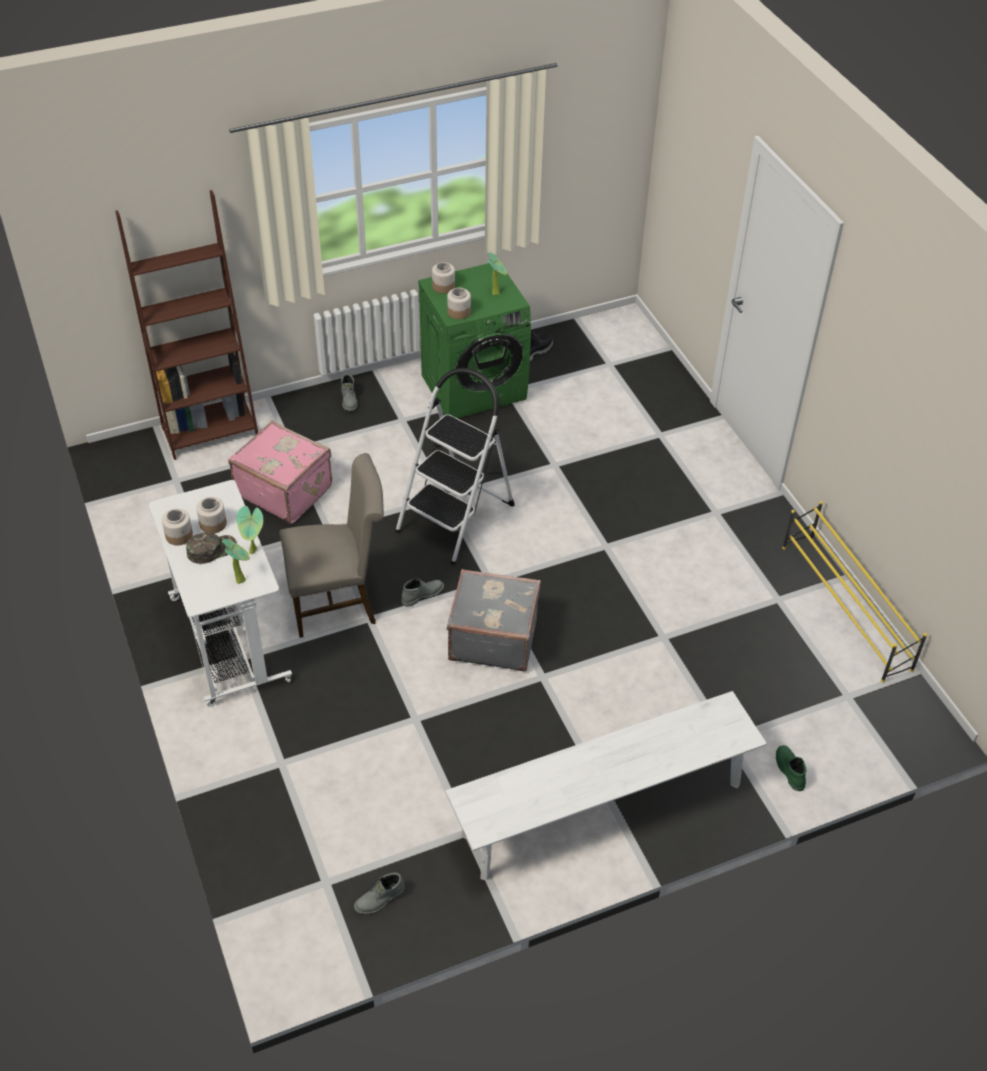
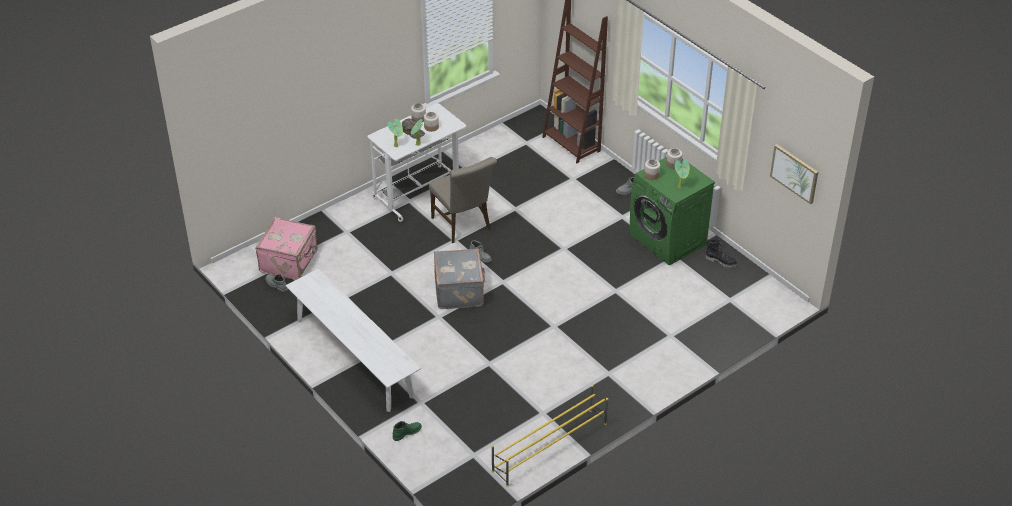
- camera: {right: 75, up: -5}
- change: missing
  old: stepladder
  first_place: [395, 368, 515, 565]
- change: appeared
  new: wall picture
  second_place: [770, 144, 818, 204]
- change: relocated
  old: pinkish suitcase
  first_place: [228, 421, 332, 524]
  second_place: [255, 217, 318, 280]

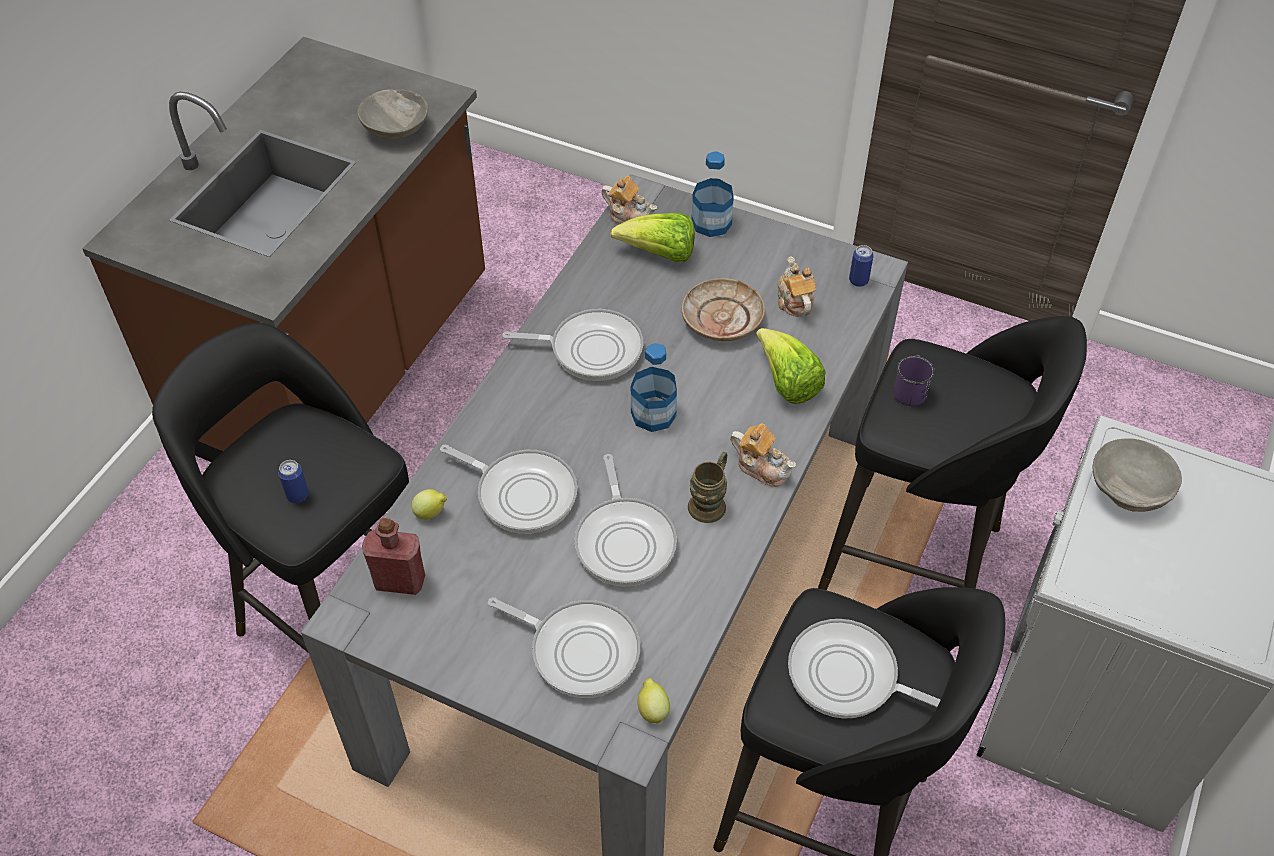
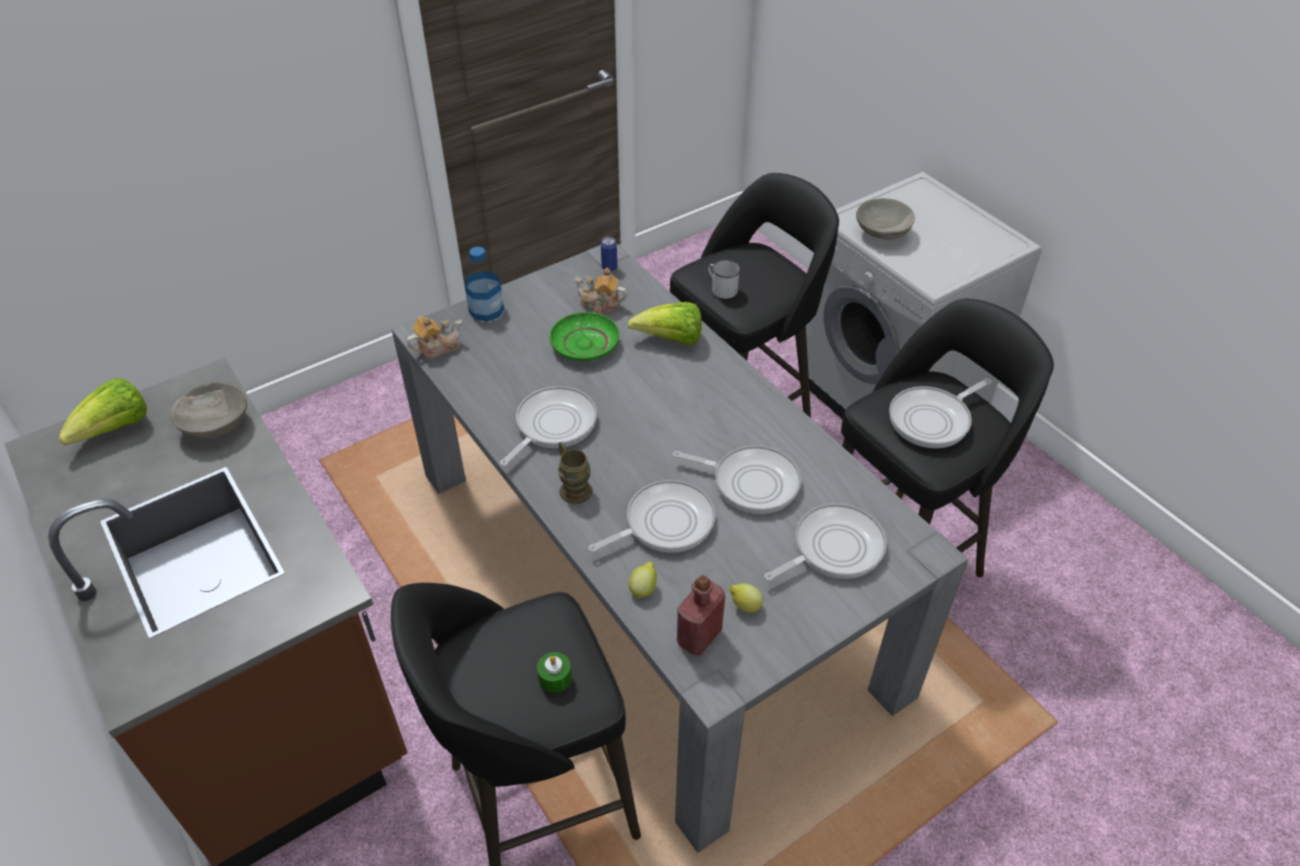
- camera: {right: -60, up: -5}
- change: missing
  old: bottle
  first_place: [631, 343, 677, 432]
- change: missing
  old: teapot
  first_place: [730, 424, 796, 487]
- change: relocated
  old: head of lettuce
  first_place: [610, 213, 695, 262]
  second_place: [59, 378, 147, 446]
- change: relocated
  old: lemon
  first_place: [637, 678, 670, 724]
  second_place: [729, 583, 763, 613]
- change: relocated
  old: brown-coloured tea mug
  first_place: [688, 452, 727, 523]
  second_place: [558, 442, 593, 504]
- change: exchanged
  old: can
  new: greenish wax light
  first_place: [278, 460, 309, 503]
  second_place: [537, 652, 572, 693]
- change: colour
  old: sand-coloured plate
  new: greenish plate
  first_place: [682, 278, 765, 341]
  second_place: [550, 312, 619, 361]
- change: colour
  old: purple tea mug
  new: white-coloured tea mug
  first_place: [893, 355, 935, 406]
  second_place: [708, 260, 741, 299]

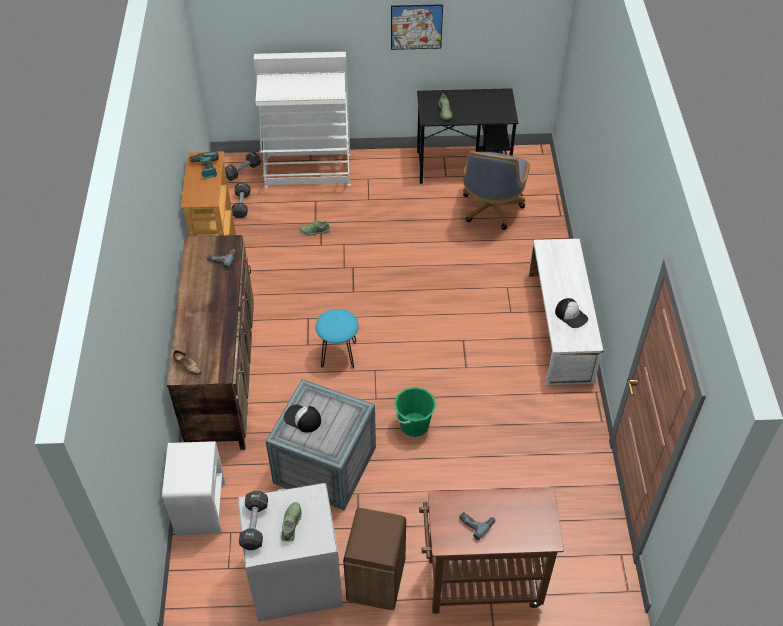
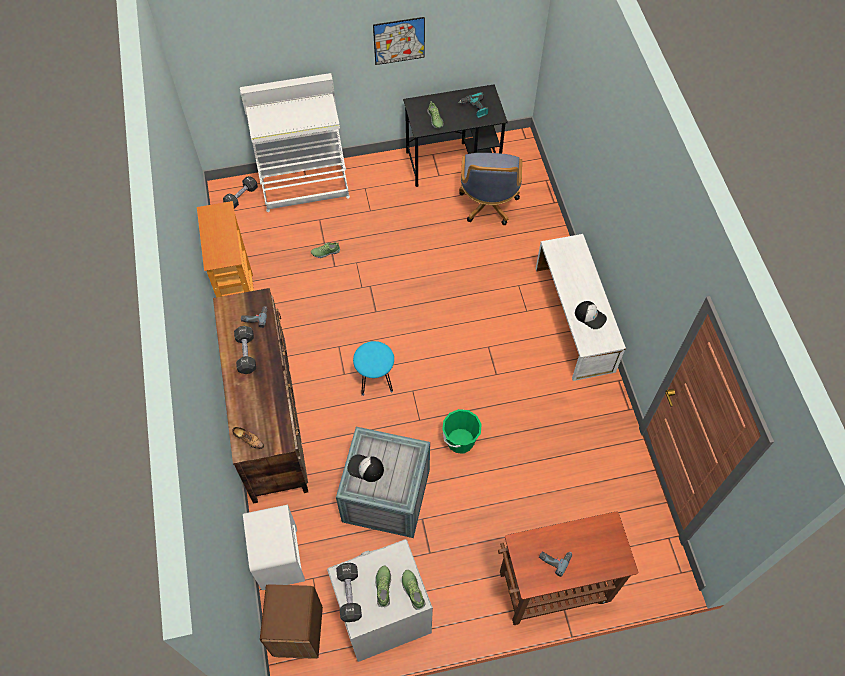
- camera: {right: -10, up: 10}
- change: appeared
  new: shoe
  second_place: [402, 570, 426, 610]
- change: relocated
  old: drill
  first_place: [187, 151, 219, 179]
  second_place: [458, 92, 489, 118]
- change: relocated
  old: blackish hand weight
  first_place: [232, 182, 251, 218]
  second_place: [234, 326, 256, 374]
- change: relocated
  old: brown-coloured waste bin
  first_place: [343, 508, 406, 610]
  second_place: [260, 585, 323, 659]

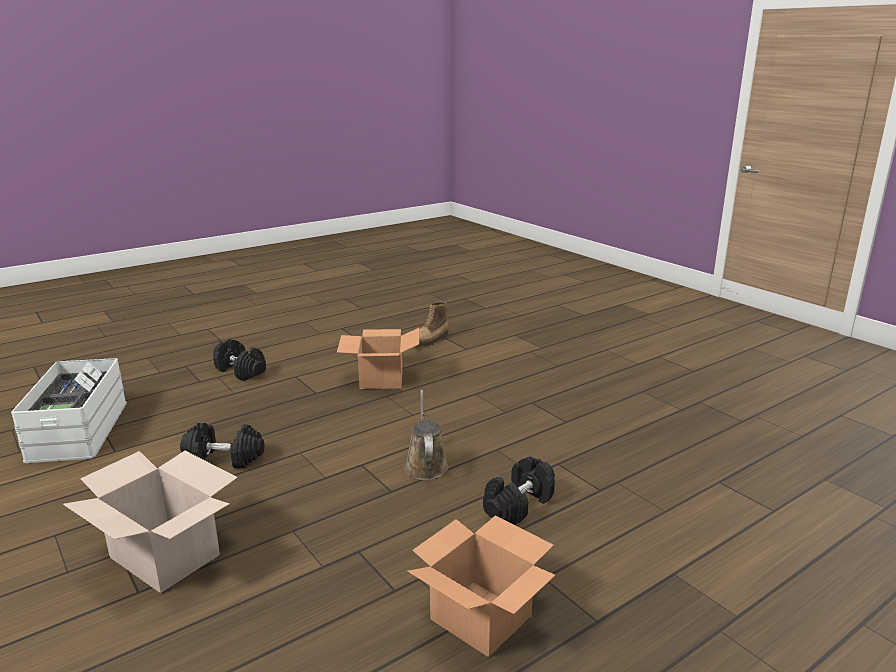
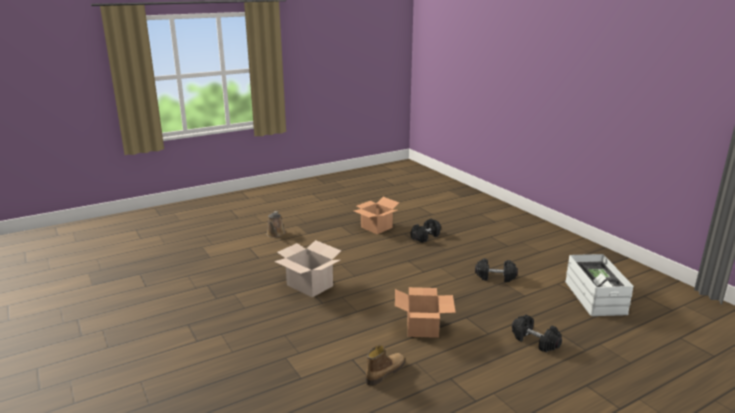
- camera: {right: -175, up: 0}
- change: relocated
  old: carton
  first_place: [63, 451, 238, 593]
  second_place: [274, 240, 341, 297]
- change: relocated
  old: brown-coloured sprinkling can
  first_place: [404, 390, 449, 480]
  second_place: [266, 211, 286, 238]
- change: relocated
  old: blackish hand weight
  first_place: [483, 456, 555, 525]
  second_place: [411, 219, 441, 243]

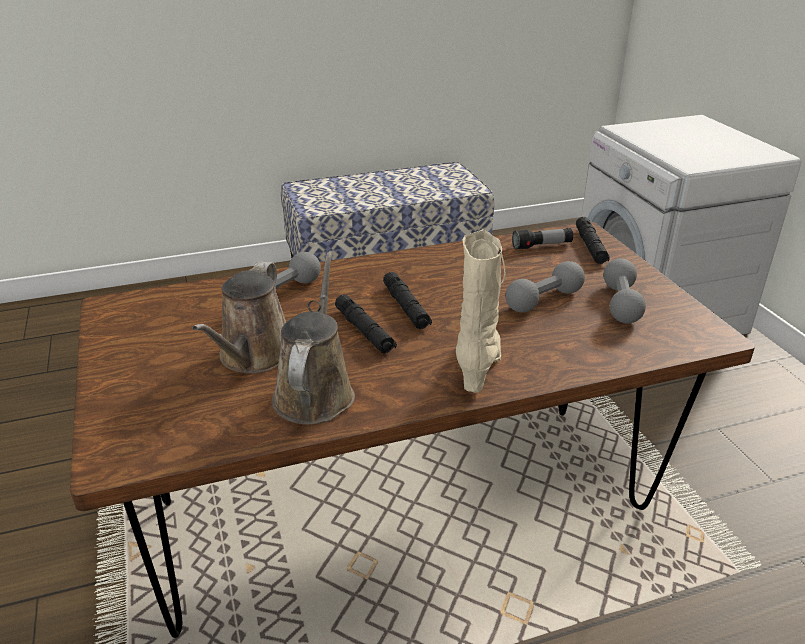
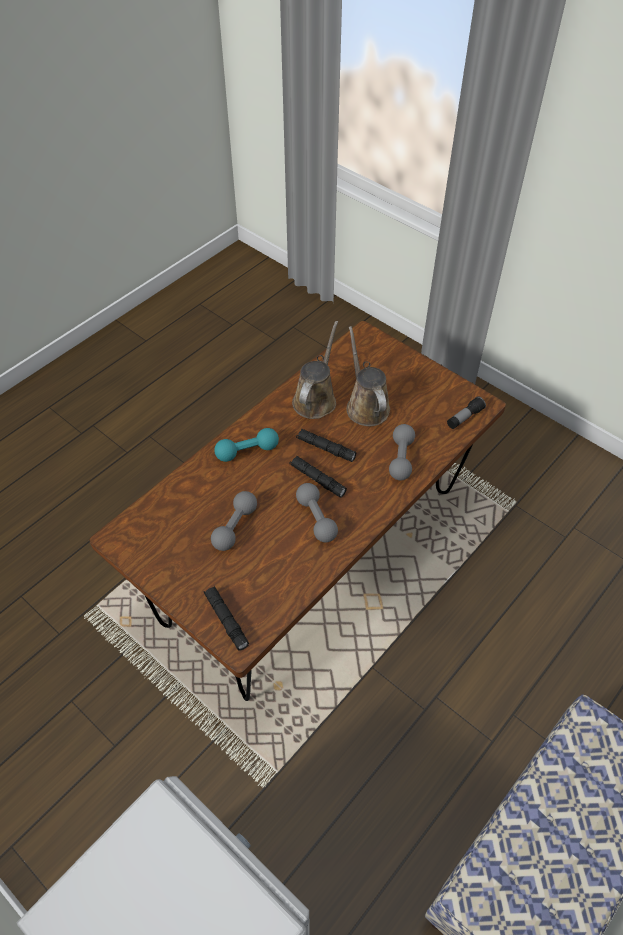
- camera: {right: 150, up: 20}
- change: relocated
  old: torch
  first_place: [512, 228, 573, 250]
  second_place: [447, 396, 486, 429]
- change: relocated
  old: greyish hand weight
  first_place: [603, 258, 646, 324]
  second_place: [296, 483, 338, 542]
- change: exchanged
  old: sand-coloured tall boot
  new: turquoise-coloured hand weight
  first_place: [456, 229, 506, 393]
  second_place: [214, 428, 279, 462]
- change: spun
  old: brown-coloured sprinkling can
  first_place: [272, 251, 355, 424]
  second_place: [292, 321, 338, 419]
  degrees: -135

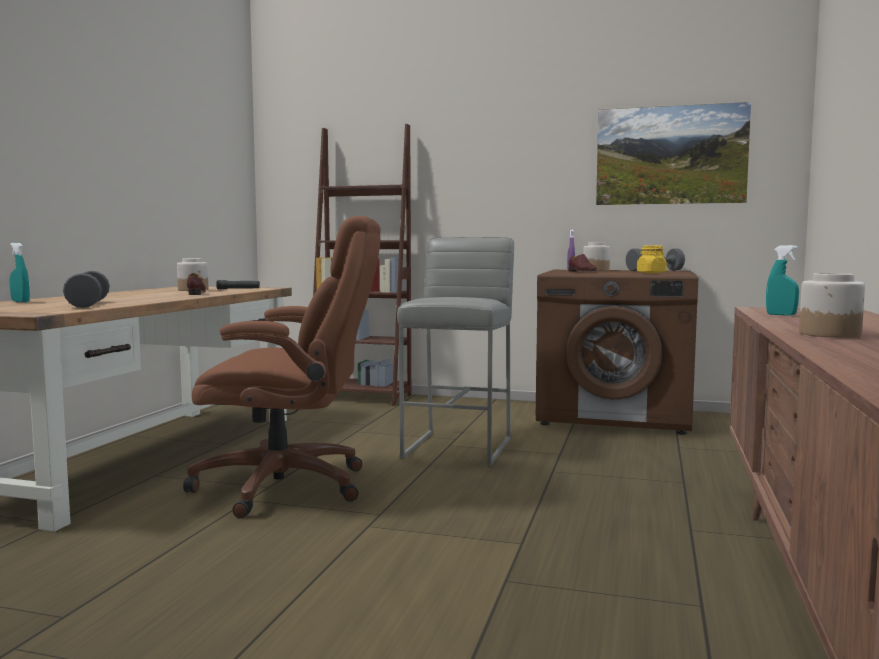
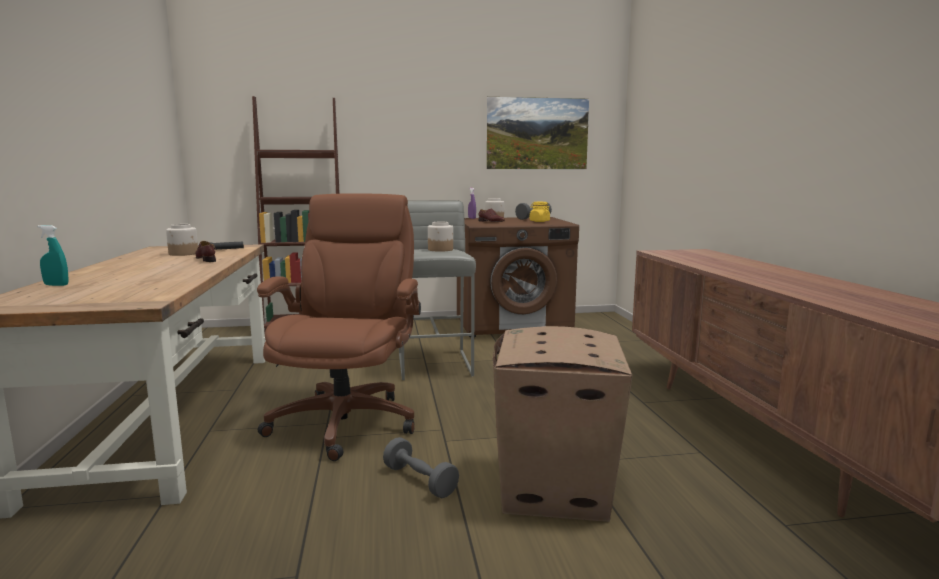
- camera: {right: -25, up: 5}
- change: missing
  old: turquoise-coloured spray bottle
  first_place: [766, 245, 799, 316]
- change: appeared
  new: carton
  second_place: [493, 326, 633, 522]
- change: relocated
  old: greyish hand weight
  first_place: [63, 271, 110, 308]
  second_place: [383, 437, 459, 498]
- change: relocated
  old: jar
  first_place: [799, 273, 865, 338]
  second_place: [428, 222, 453, 252]
- change: spun
  old: brown-coloured office chair
  first_place: [183, 216, 381, 518]
  second_place: [257, 194, 421, 461]
  degrees: -60

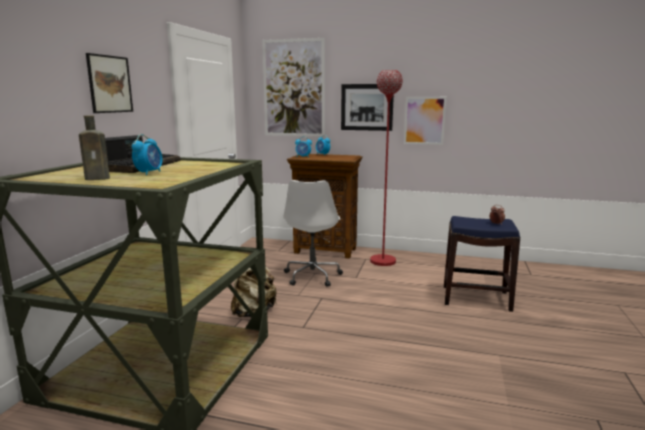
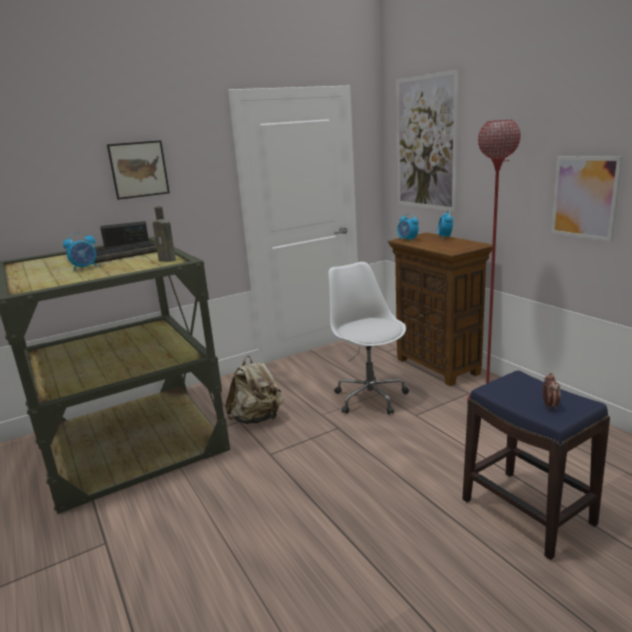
- camera: {right: 45, up: 5}
- change: missing
  old: wall picture
  first_place: [341, 84, 394, 131]
- change: relocated
  old: brown-coloured bottle
  first_place: [79, 115, 110, 180]
  second_place: [152, 206, 176, 262]
- change: spun
  old: white-coloured office chair
  first_place: [284, 180, 343, 287]
  second_place: [328, 262, 409, 415]
  degrees: 105

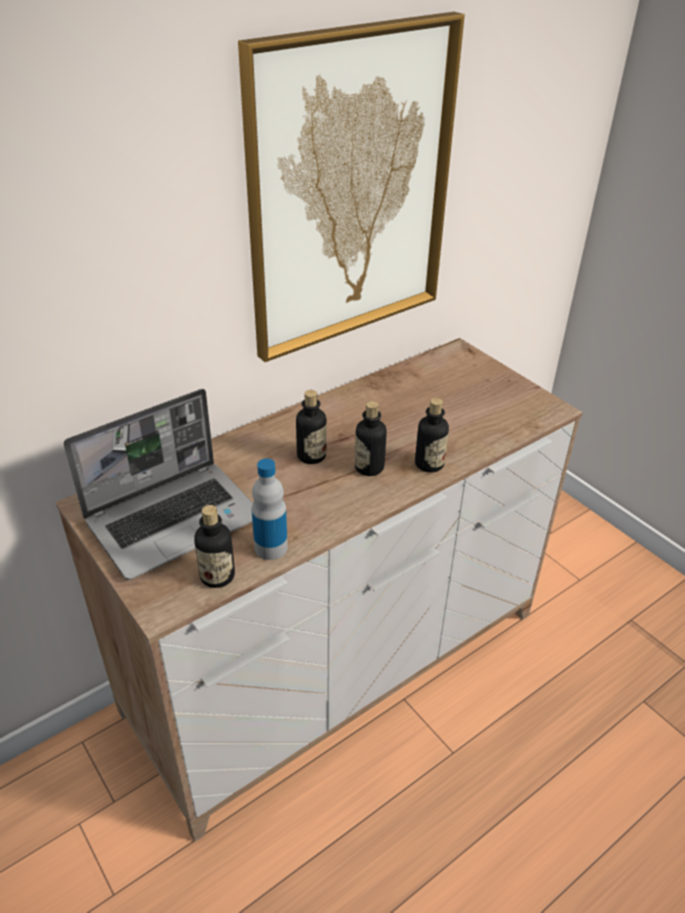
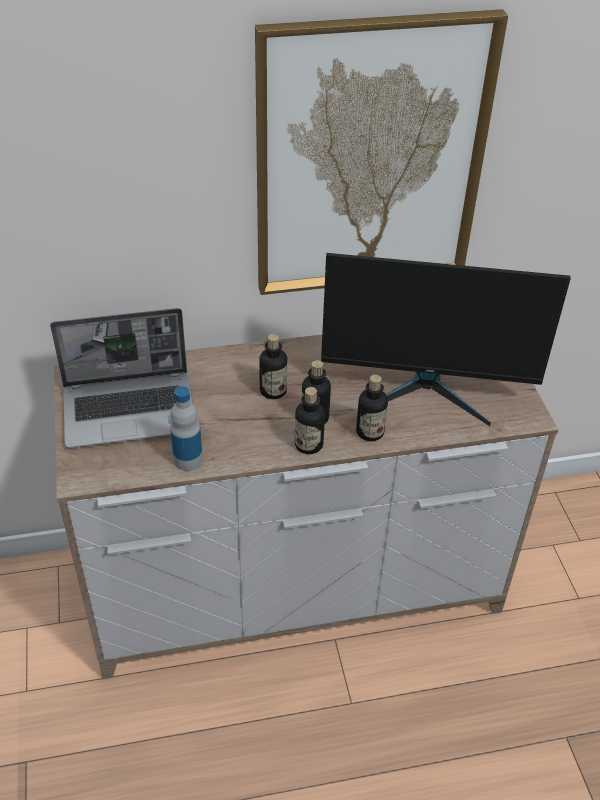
- camera: {right: 25, up: 5}
- change: appeared
  new: computer display
  second_place: [321, 253, 571, 426]
- change: relocated
  old: bottle
  first_place: [194, 505, 235, 588]
  second_place: [295, 387, 325, 454]

